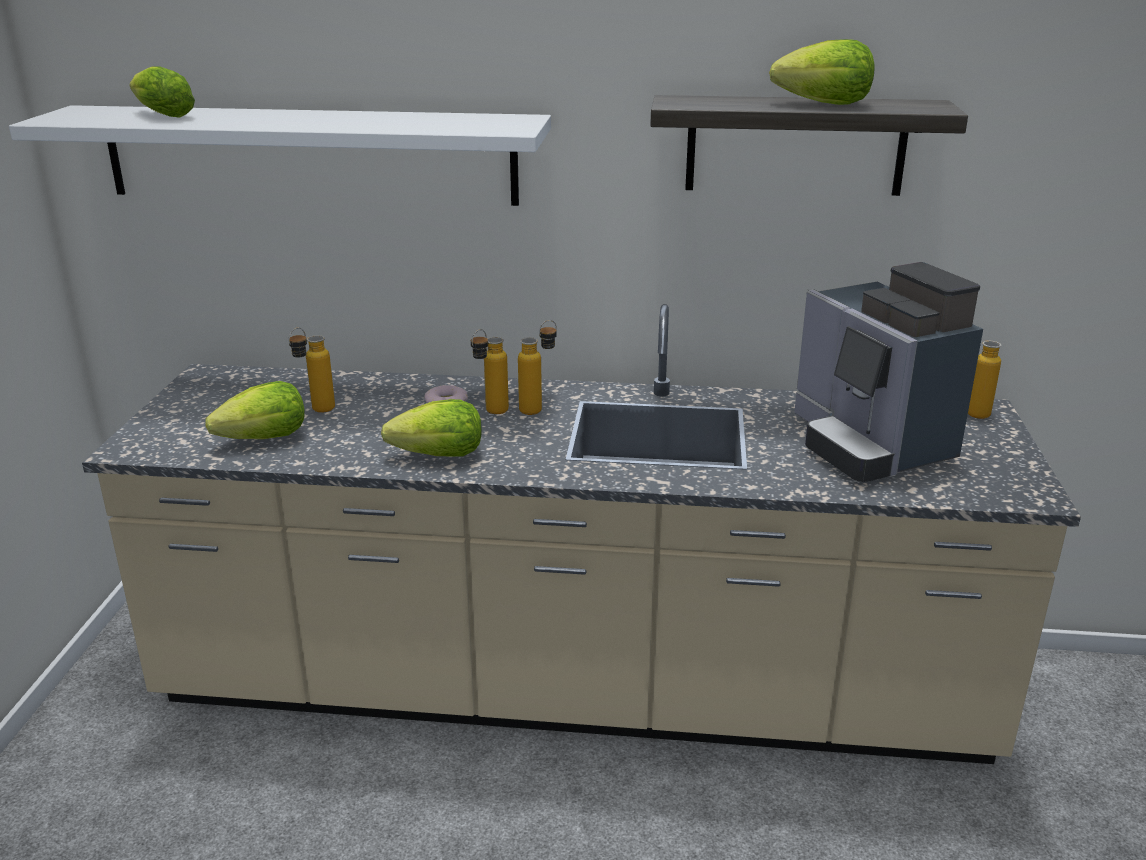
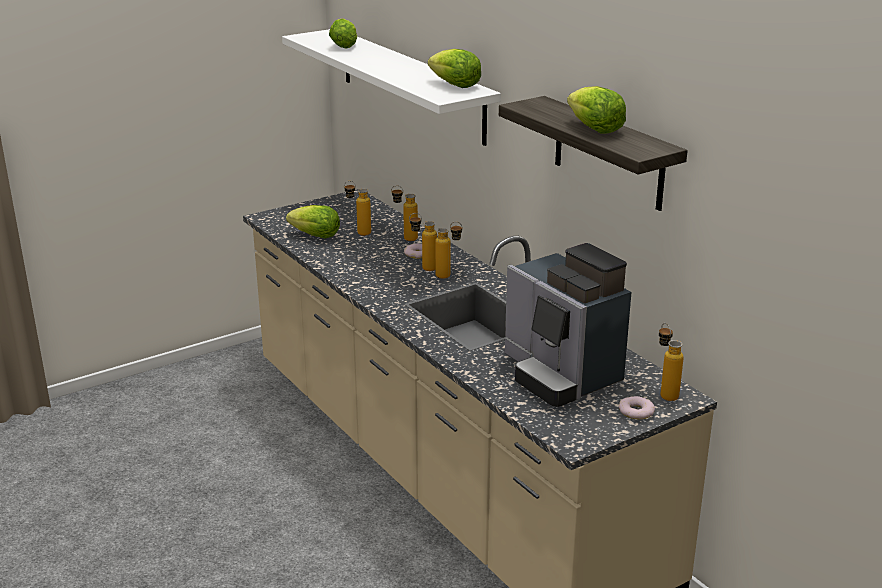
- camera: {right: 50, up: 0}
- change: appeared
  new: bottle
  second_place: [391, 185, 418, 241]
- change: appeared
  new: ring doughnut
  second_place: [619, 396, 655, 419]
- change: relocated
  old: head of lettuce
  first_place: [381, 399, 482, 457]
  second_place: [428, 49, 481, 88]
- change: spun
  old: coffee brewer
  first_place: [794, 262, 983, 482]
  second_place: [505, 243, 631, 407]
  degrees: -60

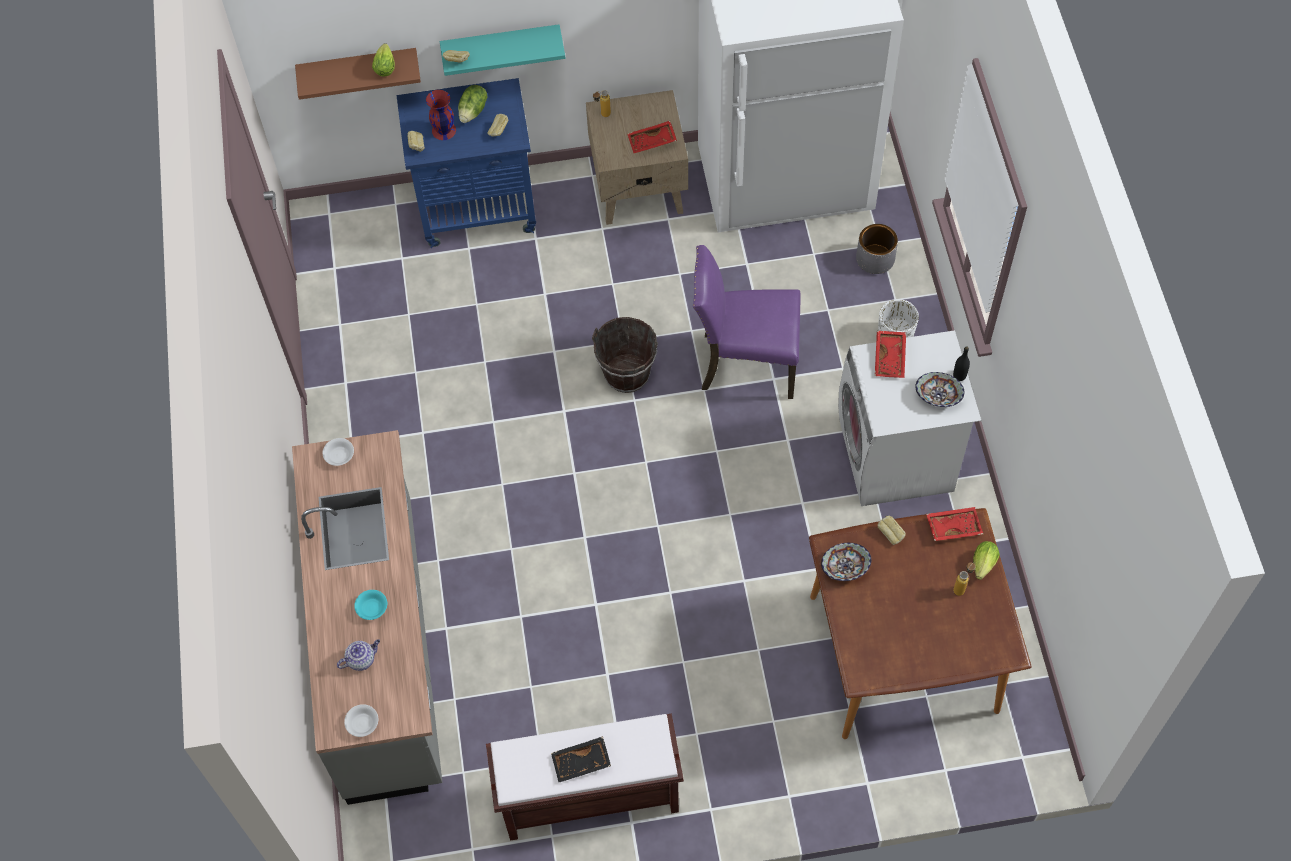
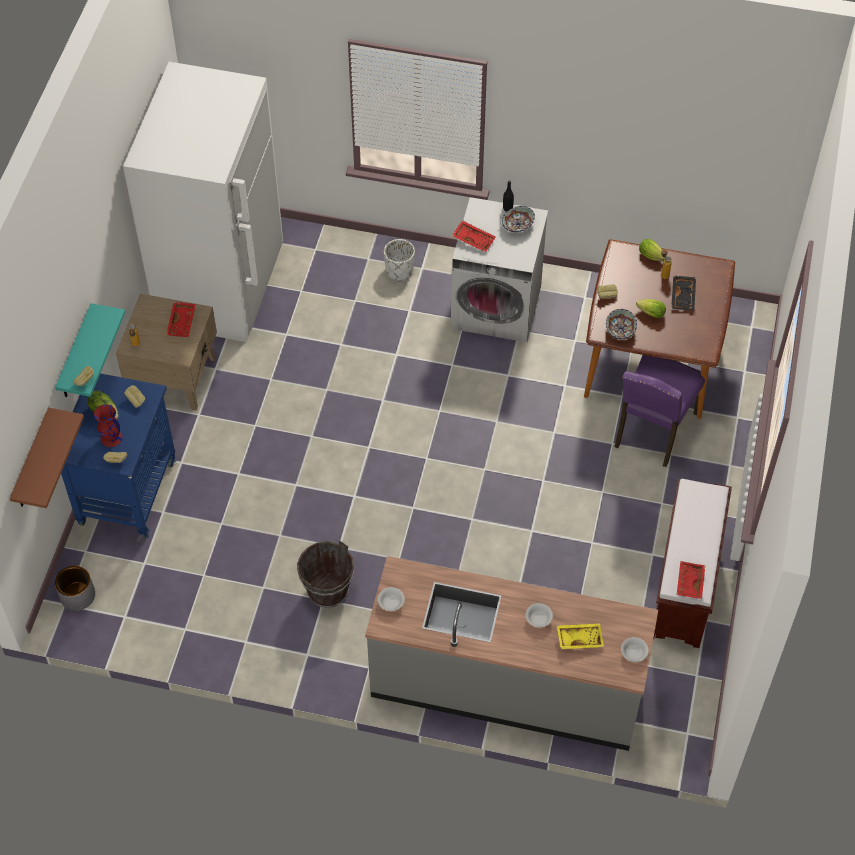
- camera: {right: -70, up: -5}
- change: relocated
  old: head of lettuce
  first_place: [372, 43, 395, 76]
  second_place: [636, 299, 666, 318]
- change: relocated
  old: blackish tray
  first_place: [551, 736, 611, 782]
  second_place: [671, 276, 696, 310]
- change: relocated
  old: brown-coloured bucket
  first_place: [592, 317, 658, 393]
  second_place: [297, 541, 354, 608]
- change: relocated
  old: purple chair
  first_place: [693, 245, 801, 399]
  second_place: [614, 355, 705, 467]
- change: relocated
  old: greyish flower pot
  first_place: [856, 224, 898, 274]
  second_place: [55, 565, 95, 611]
- change: relocated
  old: red tray
  first_place: [926, 507, 983, 541]
  second_place: [677, 561, 705, 599]
- change: exchanged
  old: teapot
  new: yellowish tray
  first_place: [337, 639, 380, 671]
  second_place: [557, 623, 604, 649]
- change: colour
  old: turquoise-coloured deep dish
  new: white-coloured deep dish
  first_place: [354, 590, 387, 620]
  second_place: [526, 603, 553, 628]

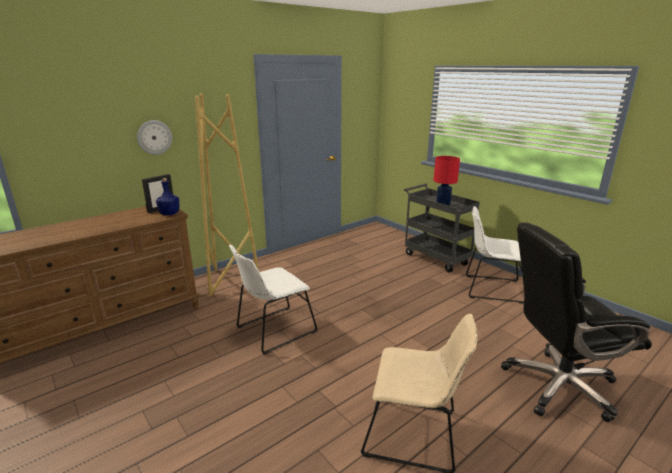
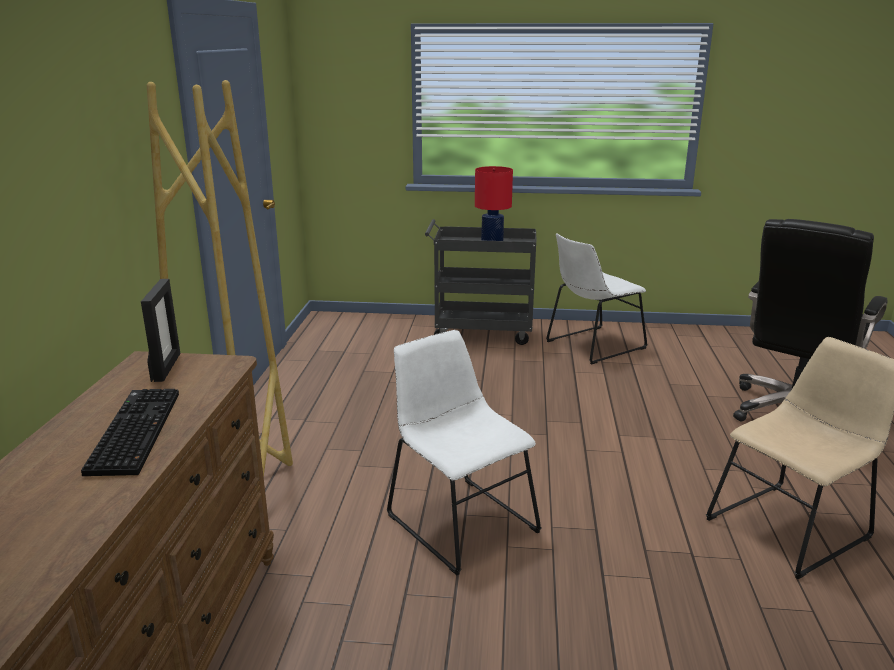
- camera: {right: -45, up: 0}
- change: missing
  old: wall clock
  first_place: [137, 120, 172, 155]
- change: missing
  old: bluish bottle
  first_place: [156, 178, 179, 215]
- change: appeared
  new: PC keyboard
  second_place: [81, 389, 179, 476]
- change: spun
  old: white-coloured chair
  first_place: [229, 245, 318, 355]
  second_place: [387, 330, 542, 576]
  degrees: 135

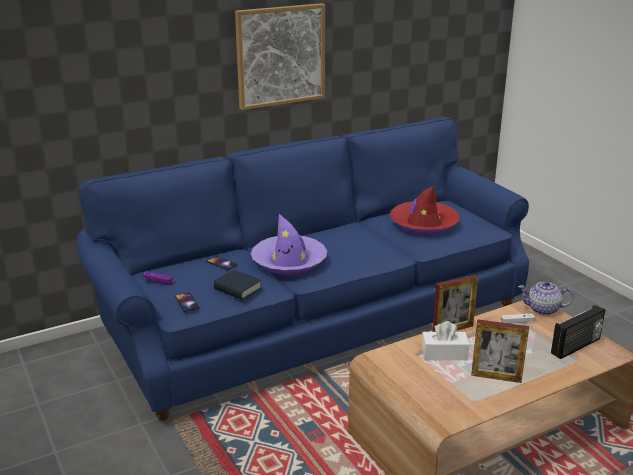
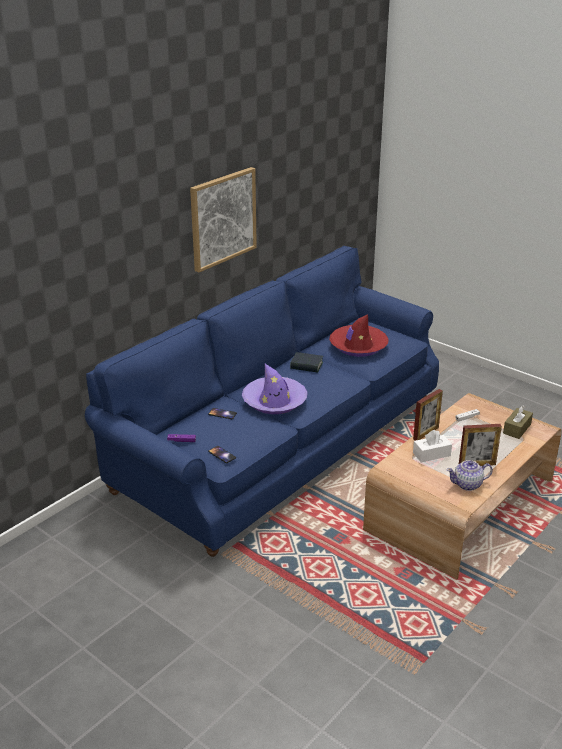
- camera: {right: -20, up: 5}
- change: relocated
  old: book
  first_place: [213, 270, 262, 300]
  second_place: [290, 352, 323, 373]
- change: relocated
  old: teapot
  first_place: [518, 281, 574, 315]
  second_place: [446, 460, 493, 491]
- change: exchanged
  old: radio set
  new: brown-coloured tissue box
  first_place: [551, 305, 605, 359]
  second_place: [503, 405, 533, 439]

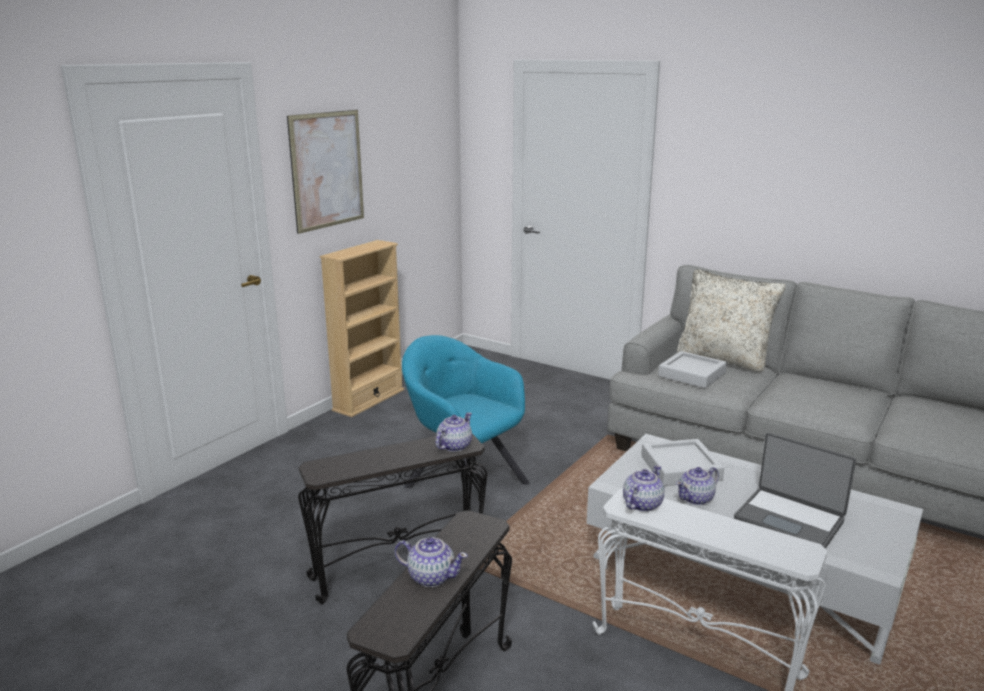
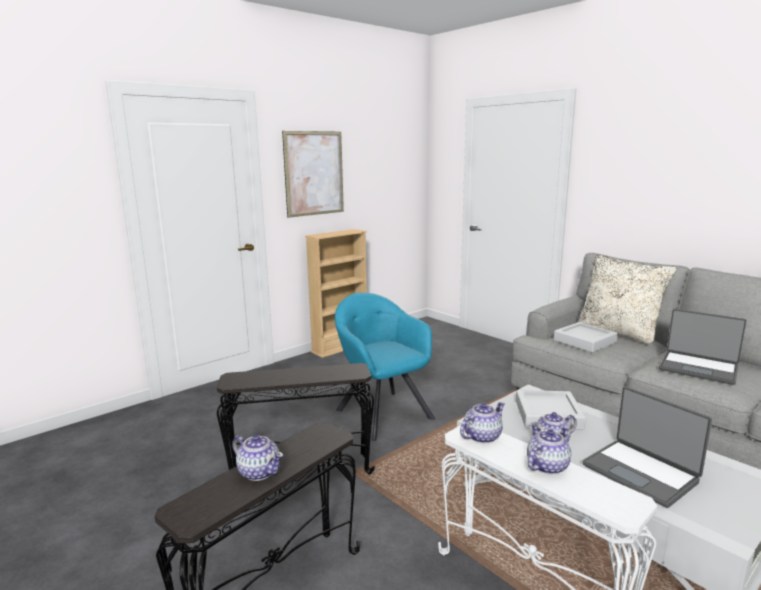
- camera: {right: 15, up: -5}
- change: appeared
  new: laptop
  second_place: [659, 309, 747, 385]
- change: relocated
  old: teapot
  first_place: [435, 412, 472, 452]
  second_place: [527, 426, 571, 475]

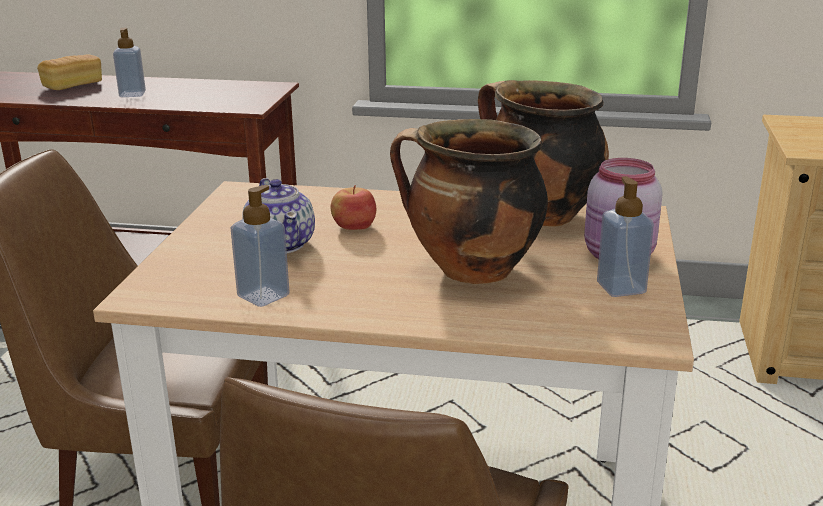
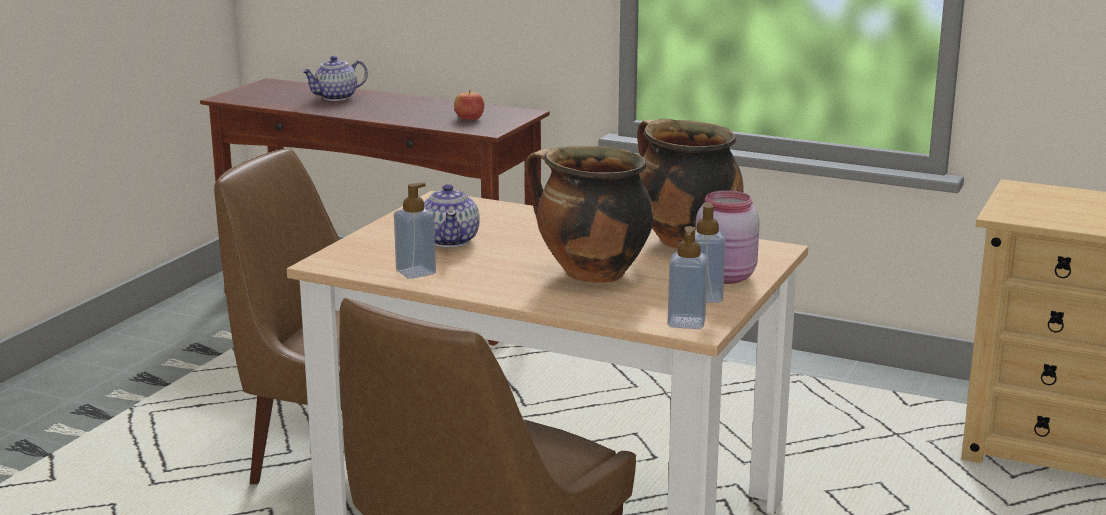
- camera: {right: 15, up: -5}
- change: relocated
  old: liquid soap bottle
  first_place: [113, 28, 146, 97]
  second_place: [667, 226, 708, 329]
- change: relocated
  old: whole apple
  first_place: [331, 185, 376, 230]
  second_place: [454, 90, 484, 120]
- change: exchanged
  old: bakery bread
  new: teapot
  first_place: [37, 55, 102, 90]
  second_place: [301, 56, 368, 101]

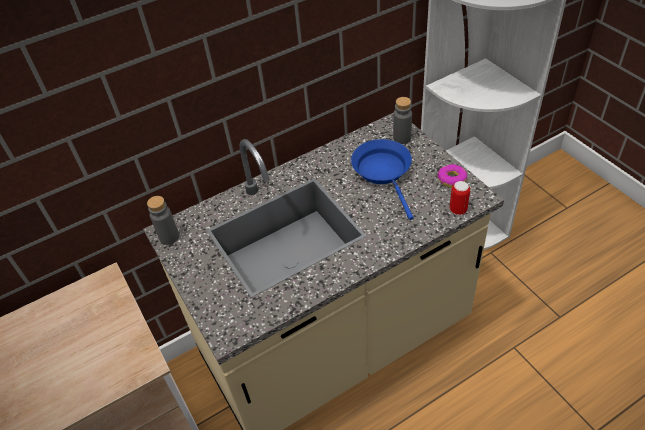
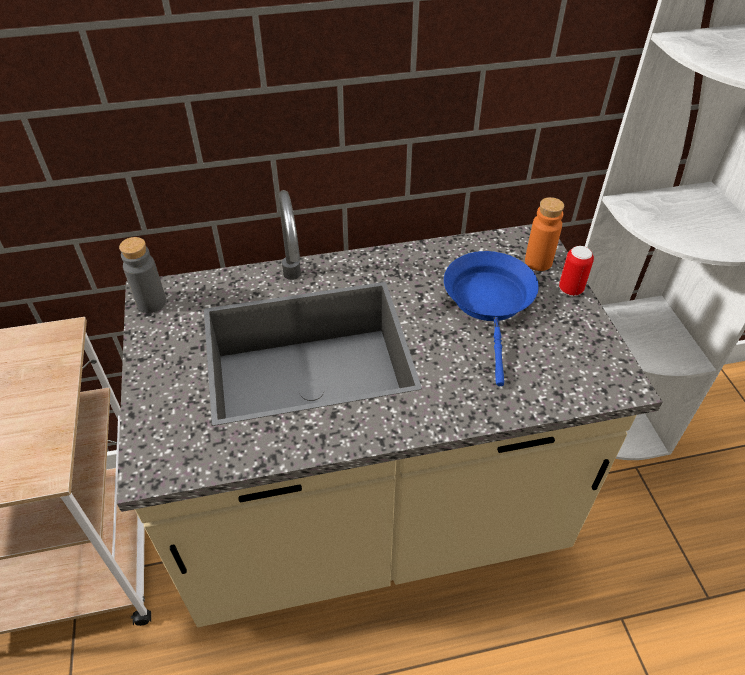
- camera: {right: 15, up: 0}
- change: missing
  old: ring doughnut
  first_place: [437, 164, 467, 188]
- change: relocated
  old: can
  first_place: [449, 181, 470, 215]
  second_place: [559, 246, 594, 296]
- change: colour
  old: greyish bottle
  new: orange bottle
  first_place: [393, 97, 412, 144]
  second_place: [525, 197, 564, 271]

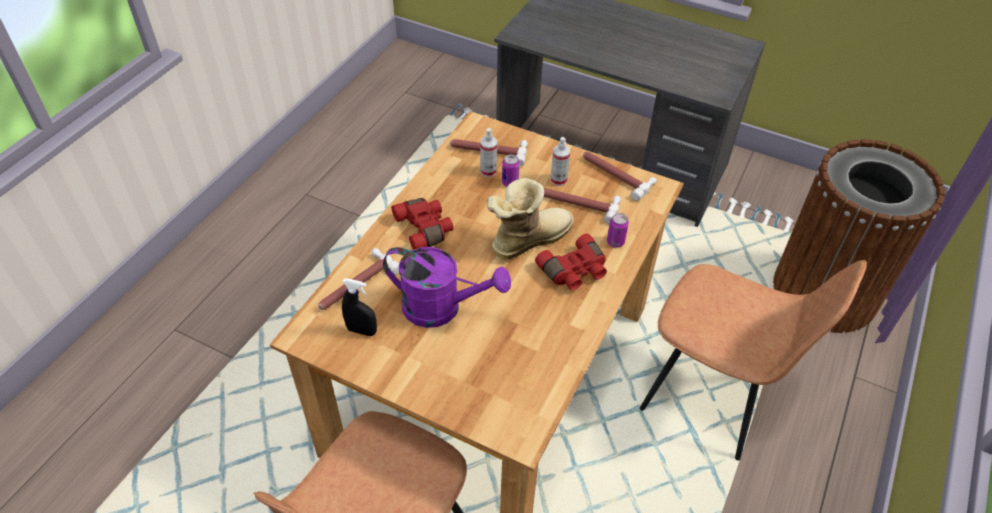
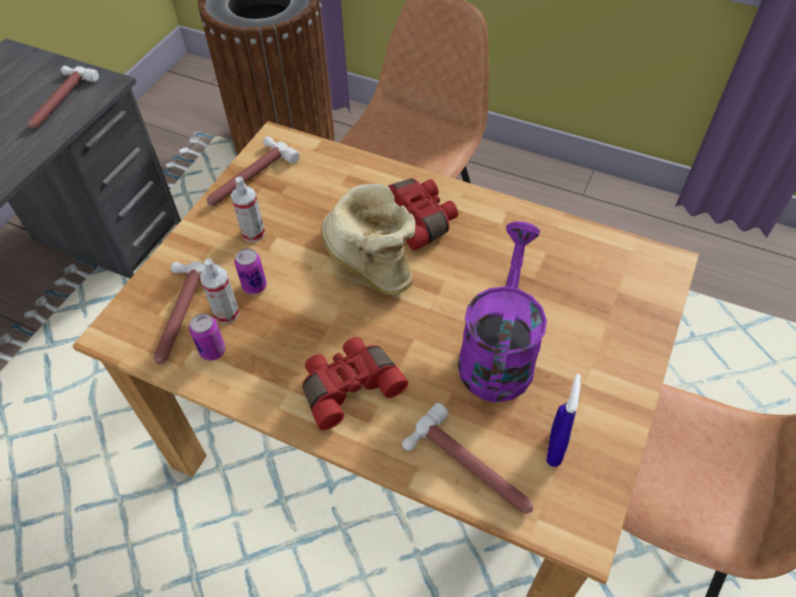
- camera: {right: -90, up: 5}
- change: relocated
  old: hammer
  first_place: [544, 188, 621, 224]
  second_place: [28, 66, 99, 129]
- change: relocated
  old: can
  first_place: [607, 213, 629, 248]
  second_place: [189, 314, 226, 361]
- change: colour
  old: blackish spray bottle
  new: bluish spray bottle
  first_place: [342, 278, 377, 336]
  second_place: [546, 374, 581, 467]

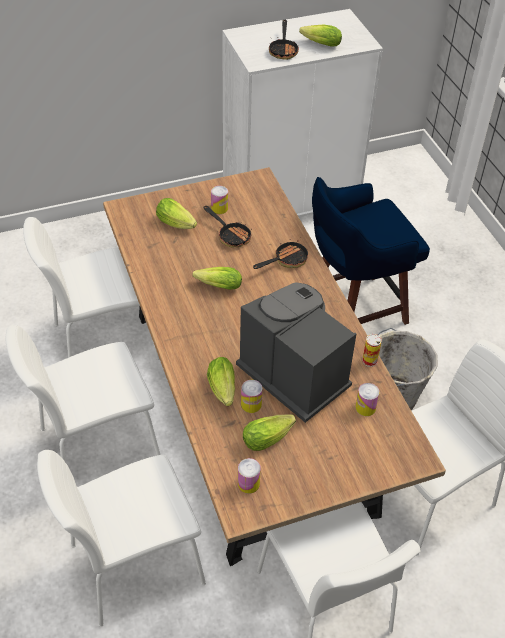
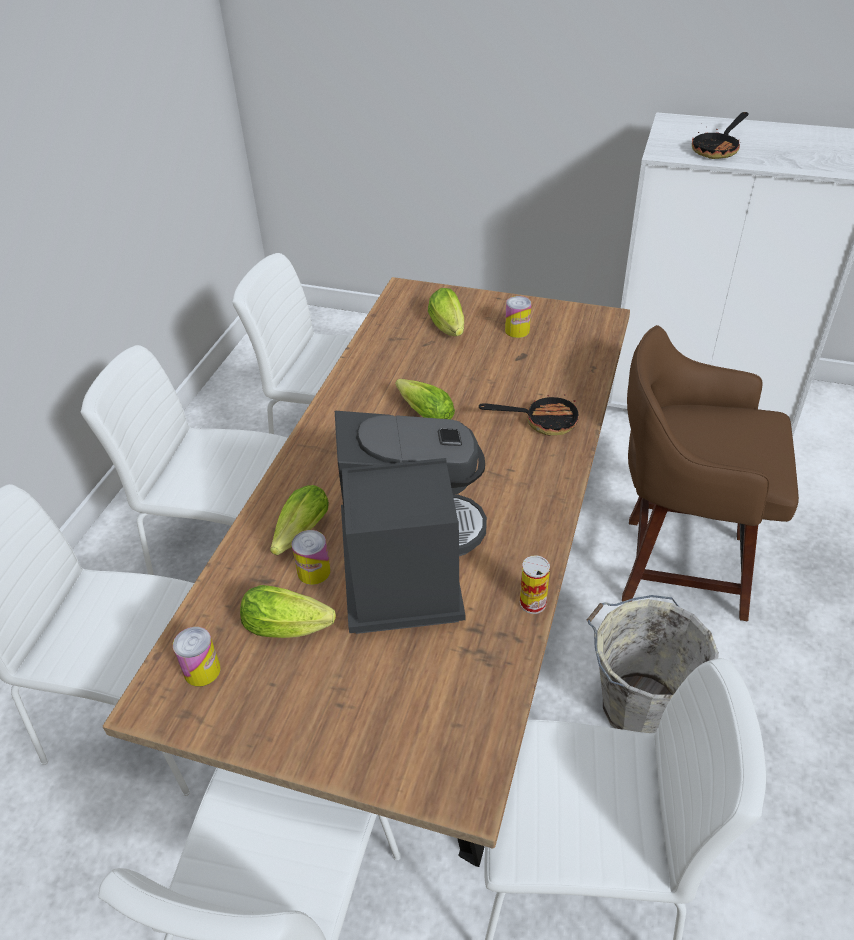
- camera: {right: 40, up: -5}
- change: missing
  old: frying pan
  first_place: [203, 206, 252, 247]
- change: missing
  old: head of lettuce
  first_place: [299, 25, 342, 47]
- change: missing
  old: can
  first_place: [355, 383, 380, 416]
- change: colour
  old: bluish stool
  new: brown-coloured stool
  first_place: [312, 177, 430, 325]
  second_place: [622, 325, 799, 621]

